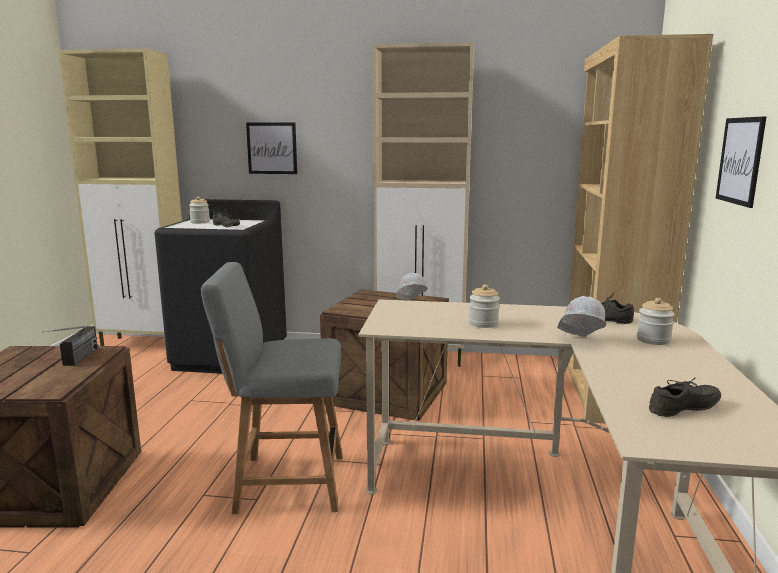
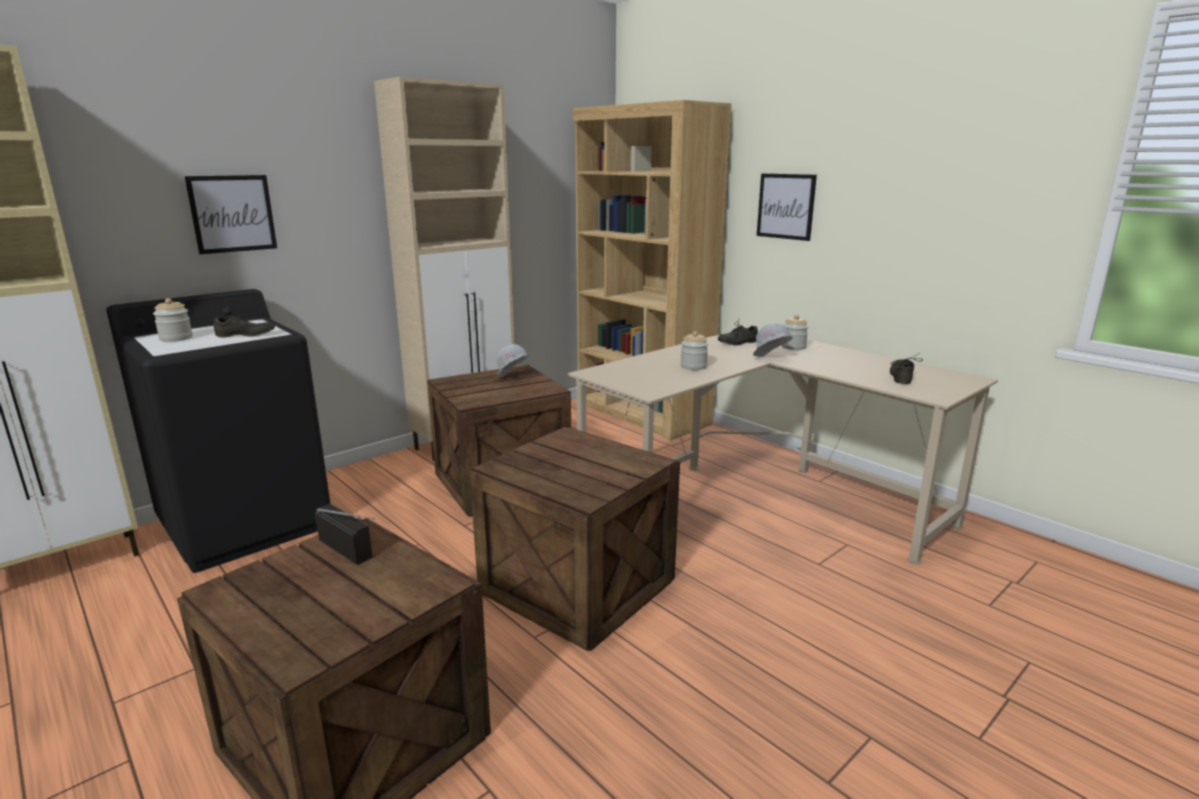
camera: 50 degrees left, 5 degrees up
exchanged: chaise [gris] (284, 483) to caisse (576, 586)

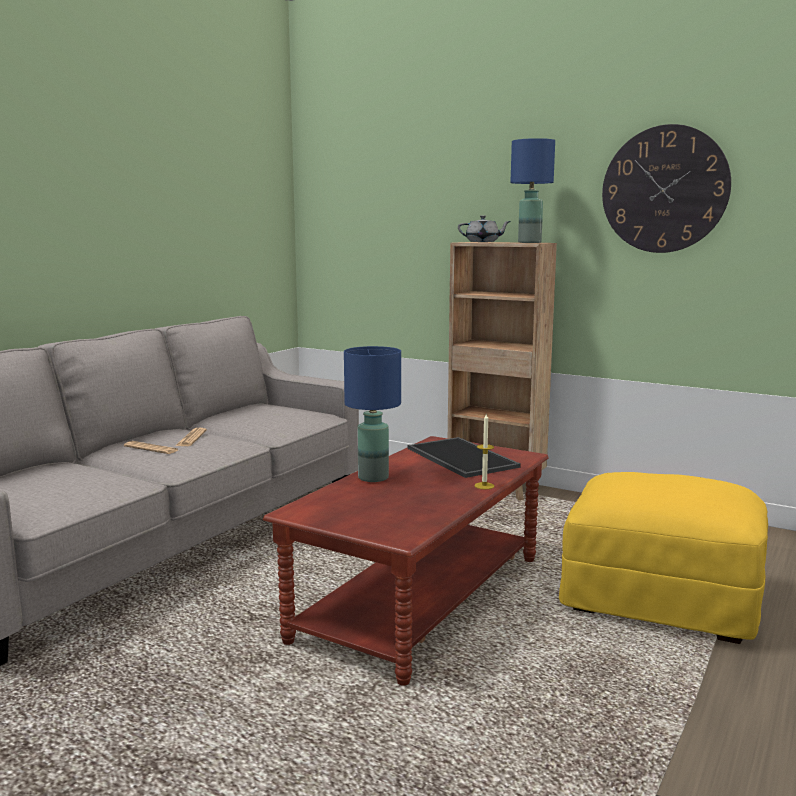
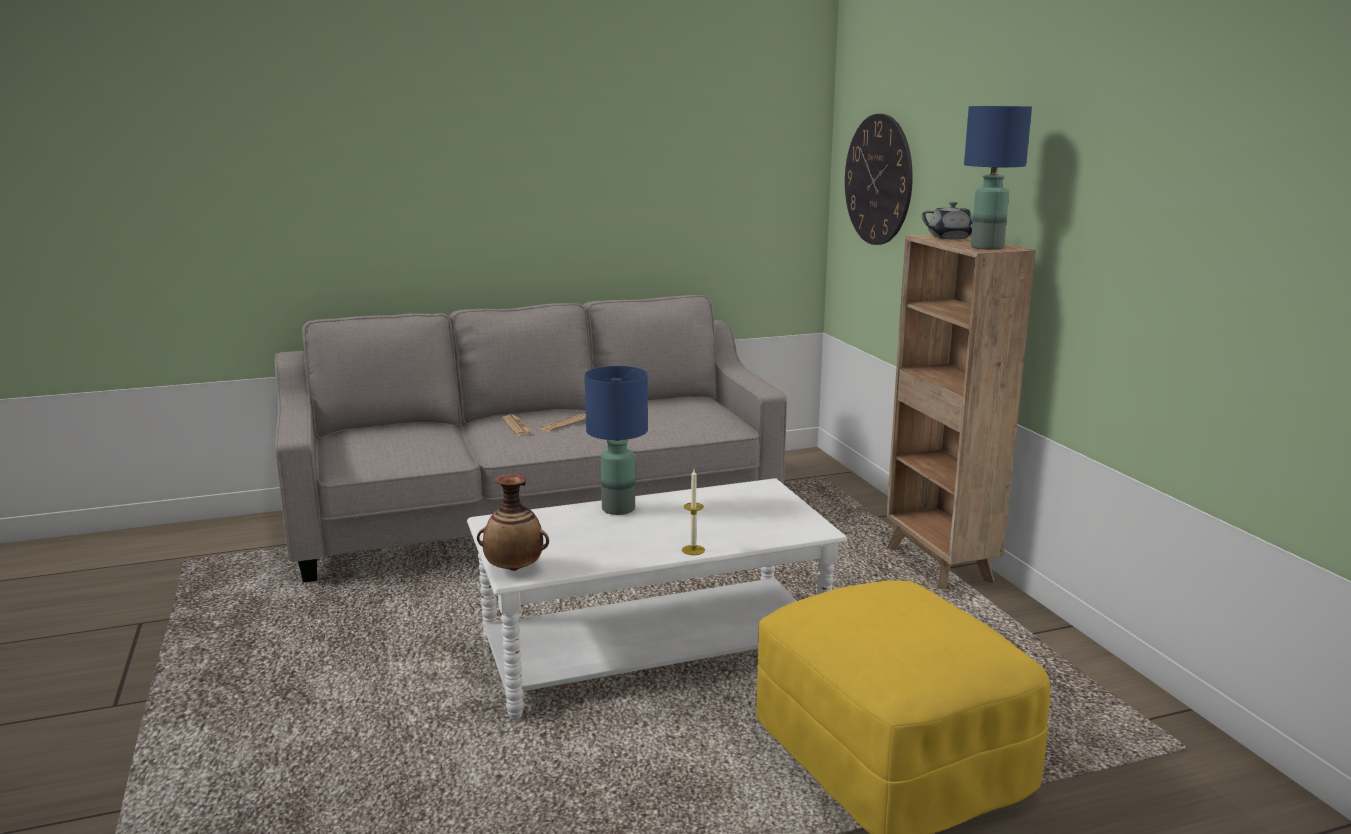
camera: 40 degrees right, 5 degrees up
missing: plateau (459, 457)
appeared: vase (514, 569)
relocated: horloge murale (664, 189) to (878, 180)
colour: table basse [marron] (422, 598) to table basse [blanc] (655, 652)

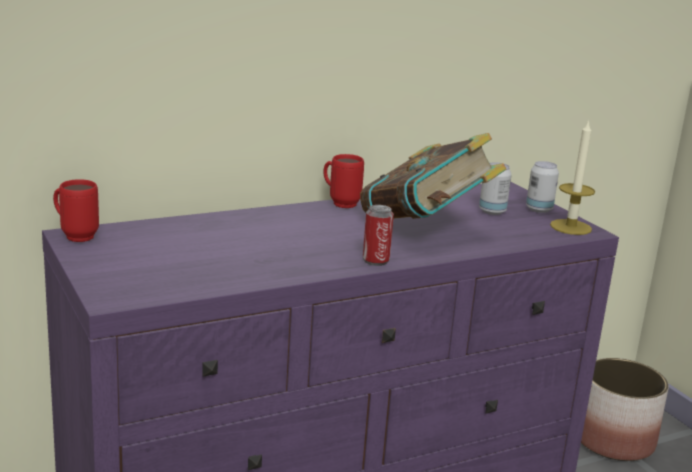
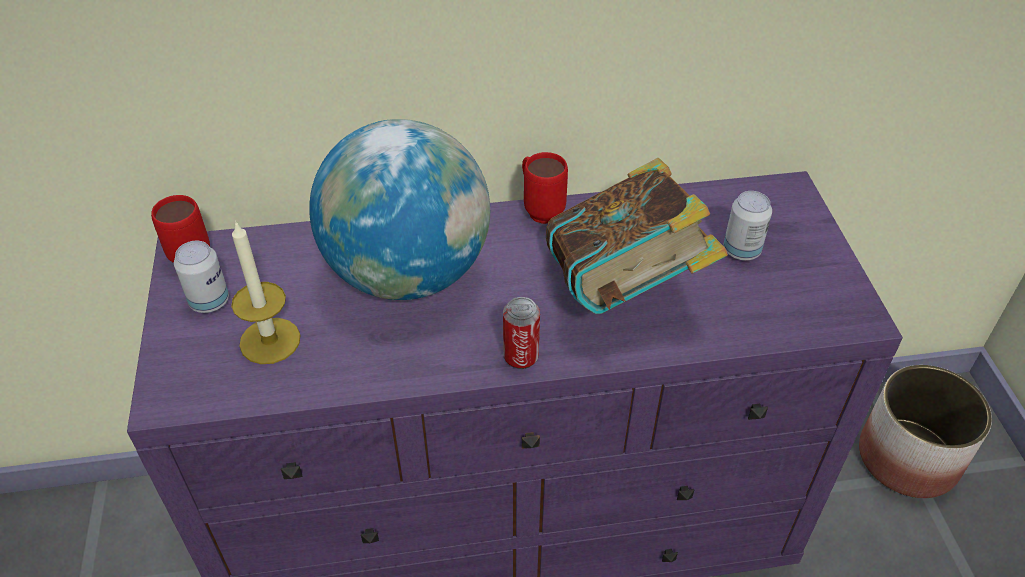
camera: 20 degrees right, 25 degrees up
appeared: globe (408, 273)
relocated: bougie (570, 227) to (270, 341); boîte métallique (539, 209) to (209, 302)

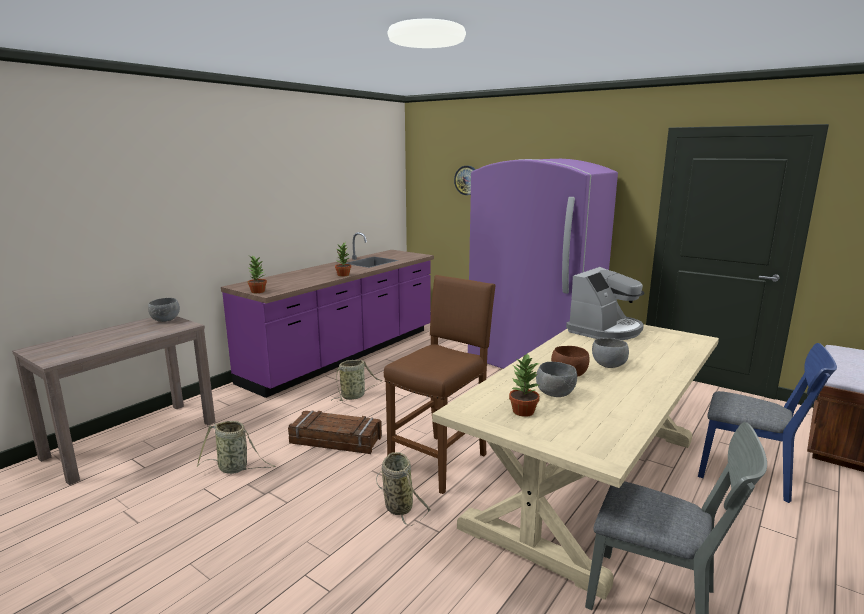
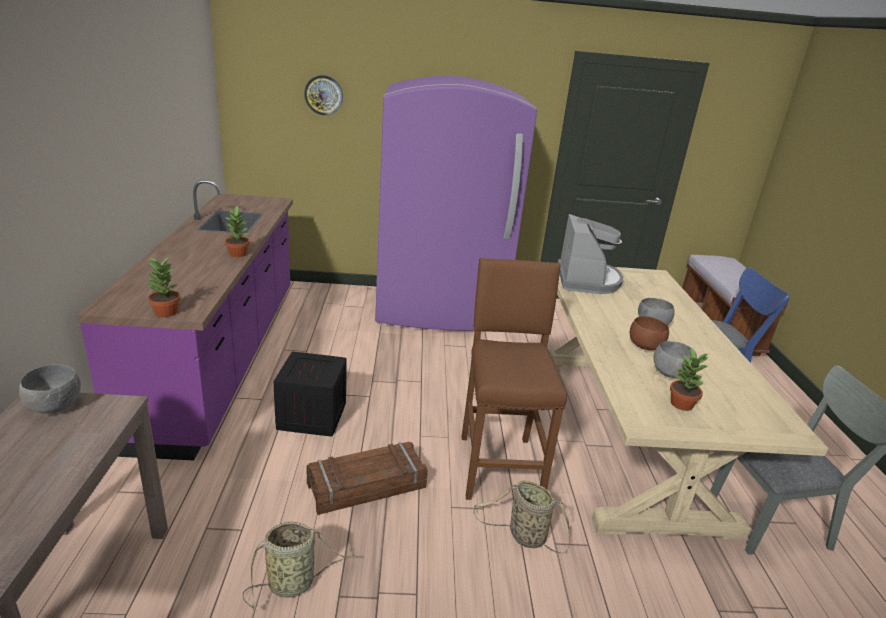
camera: 40 degrees left, 10 degrees up
exchanged: panier (354, 396) to caisse (311, 415)

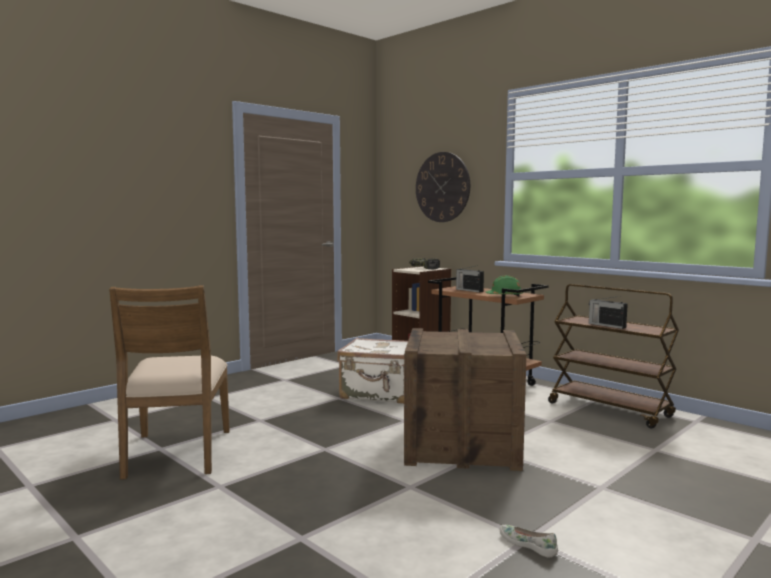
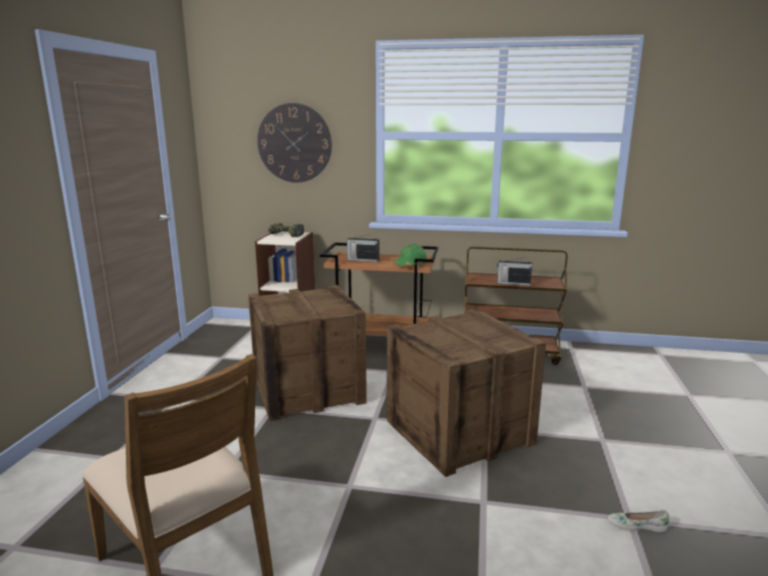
camera: 35 degrees left, 10 degrees up
exchanged: valise [blanc] (380, 394) to caisse (307, 389)

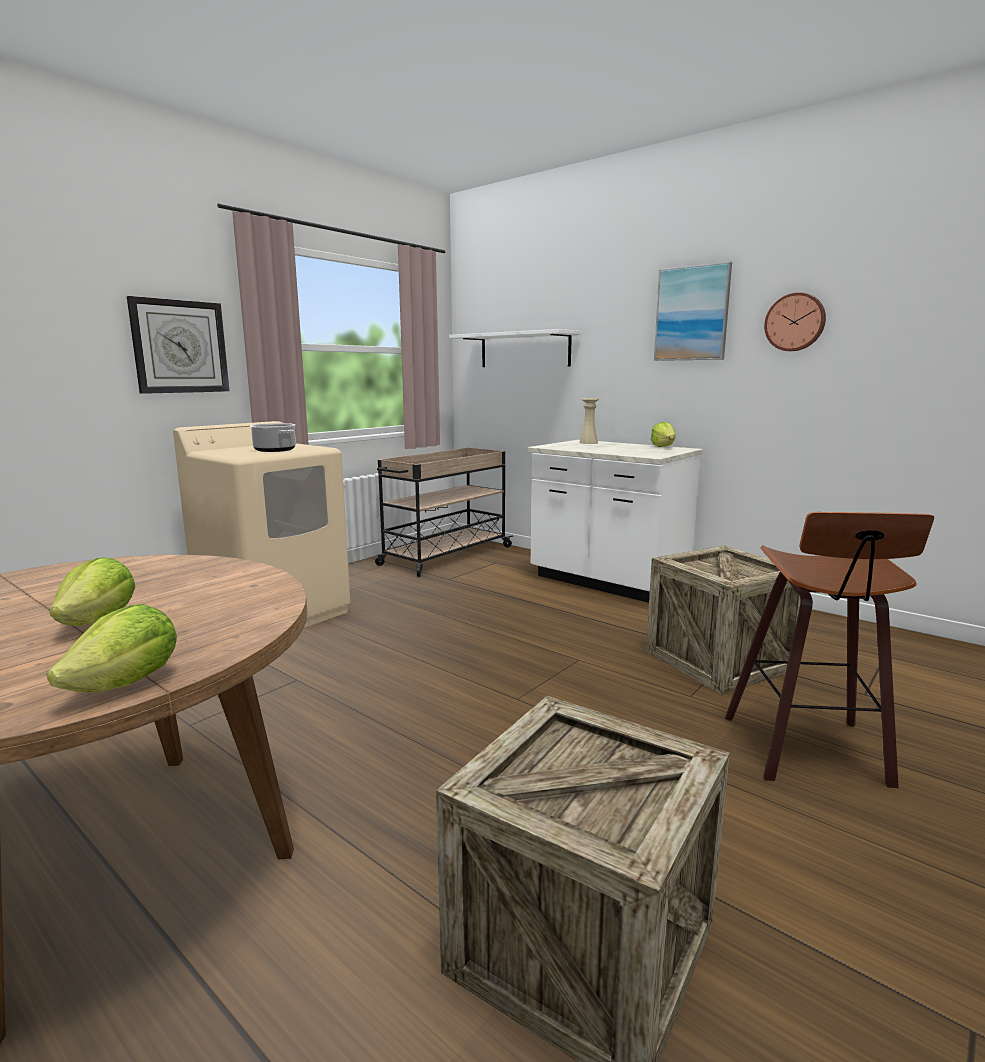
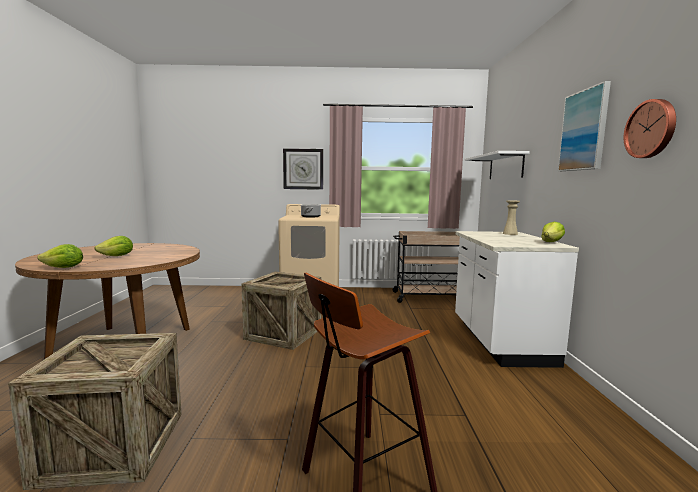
camera: 50 degrees right, 5 degrees down
relocated: caisse (719, 661) to (283, 334)

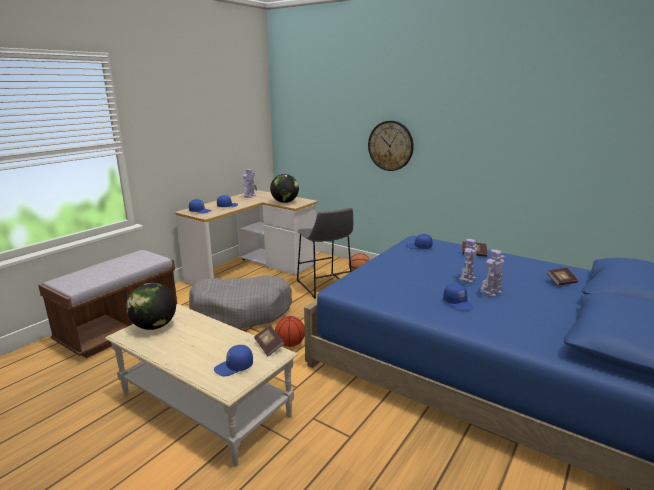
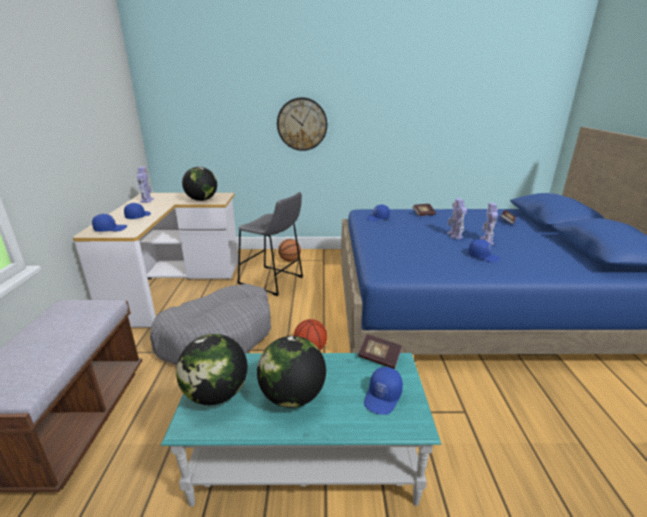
camera: 35 degrees left, 5 degrees up
appeared: globe (292, 396)
colour: table basse [beige] (205, 405) to table basse [turquoise] (306, 458)

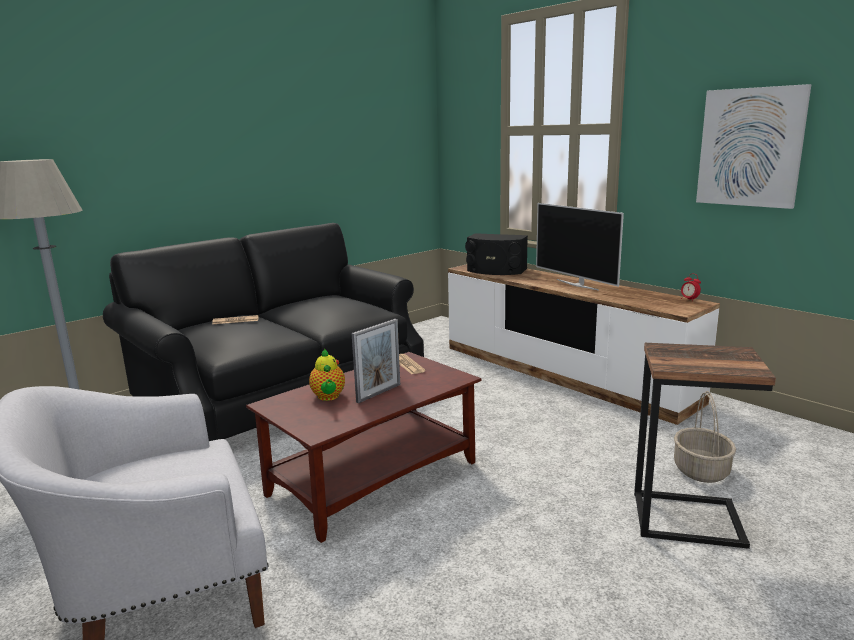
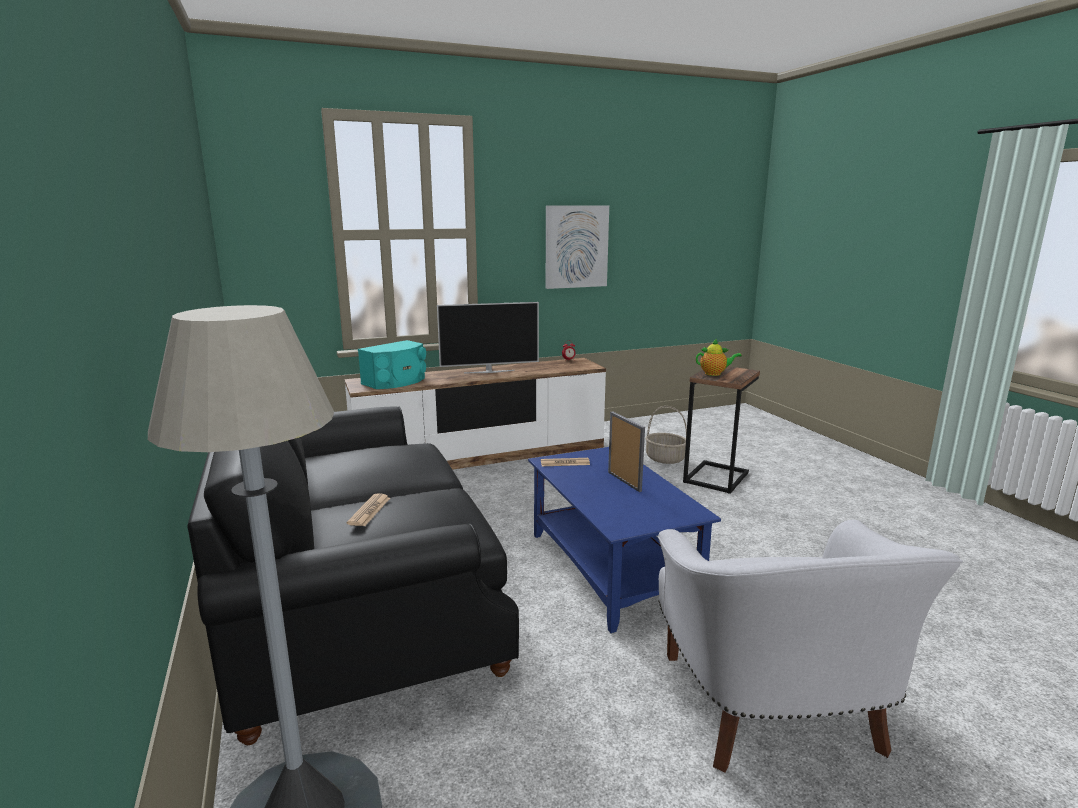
camera: 70 degrees left, 0 degrees up
relocated: théière (328, 397) to (714, 374)
colour: enceinte [noir] (496, 270) to enceinte [turquoise] (396, 381); table basse [marron] (374, 477) to table basse [bleu] (609, 568)

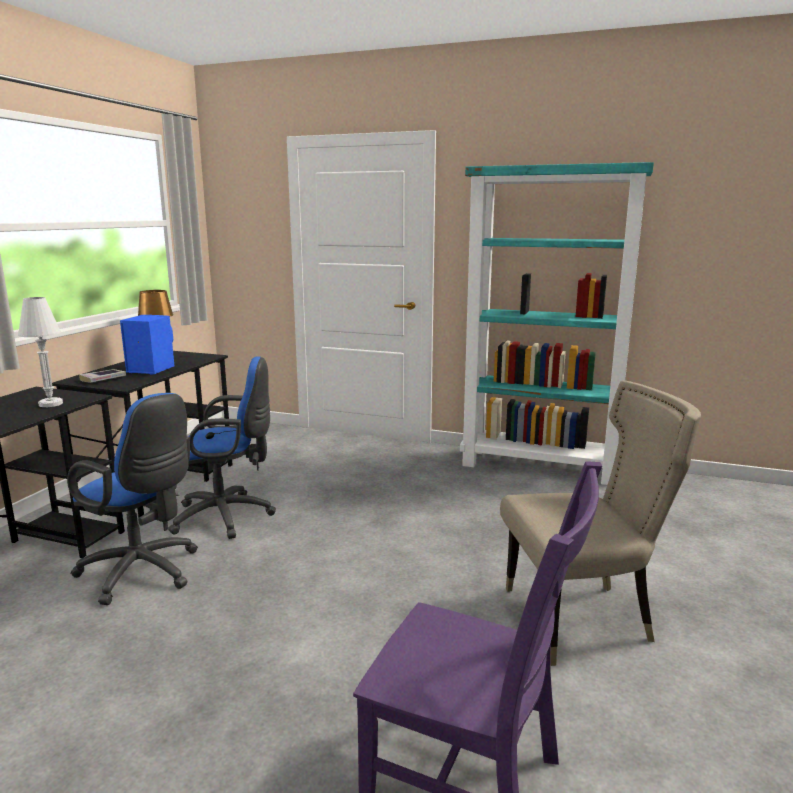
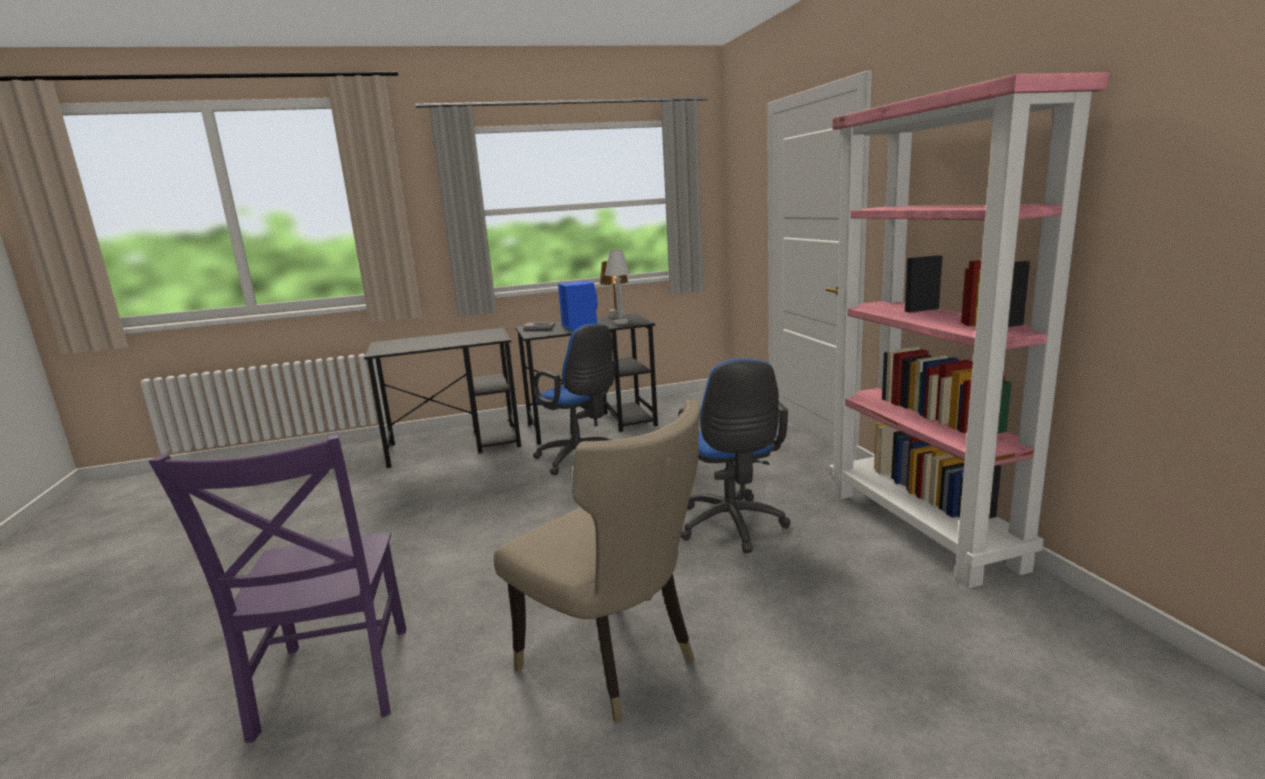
camera: 55 degrees right, 0 degrees up
relocated: lampe de table [blanc] (51, 404) to (620, 323); chaise de bureau [bleu] (144, 573) to (732, 528)
colour: bibliothèque [turquoise] (540, 466) to bibliothèque [rose] (922, 528)

